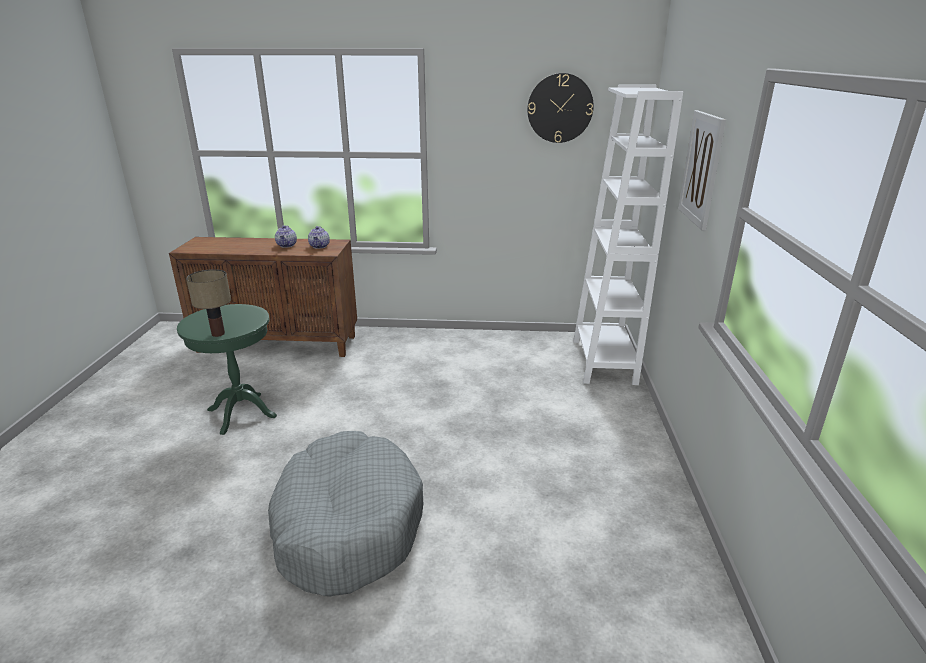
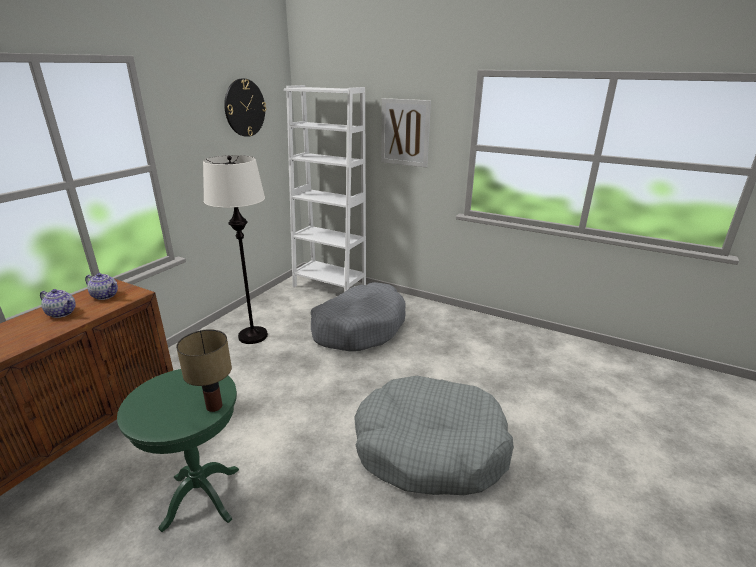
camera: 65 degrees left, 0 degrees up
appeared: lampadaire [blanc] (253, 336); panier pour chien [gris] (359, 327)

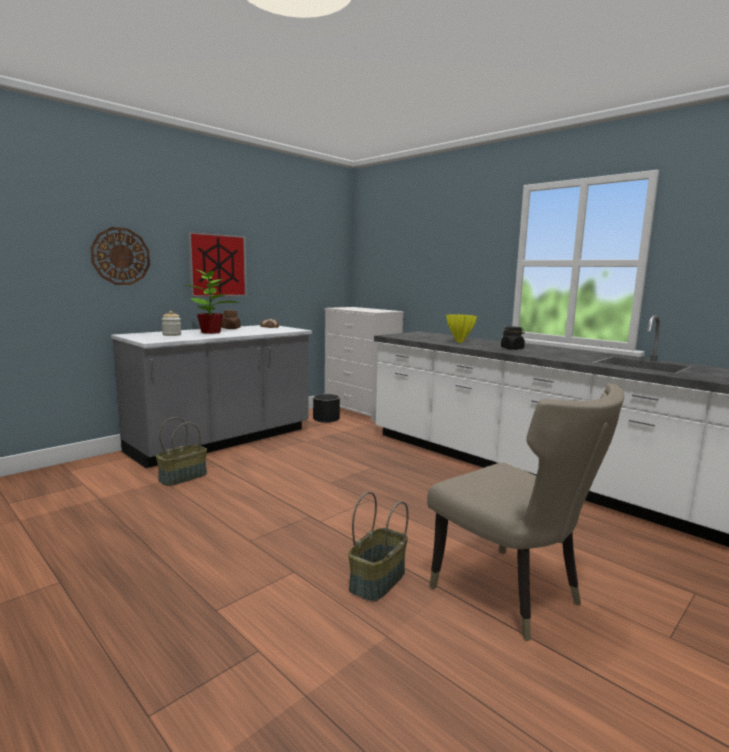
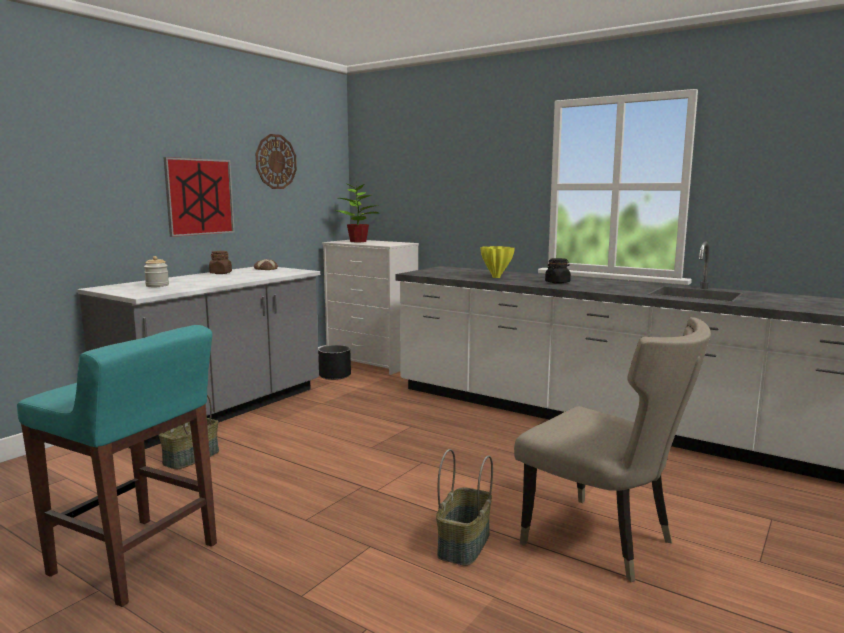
camera: 10 degrees left, 0 degrees up
appeared: tabouret [turquoise] (136, 560)
relocated: horloge murale (121, 256) to (275, 161); plante en pot (211, 332) to (358, 241)

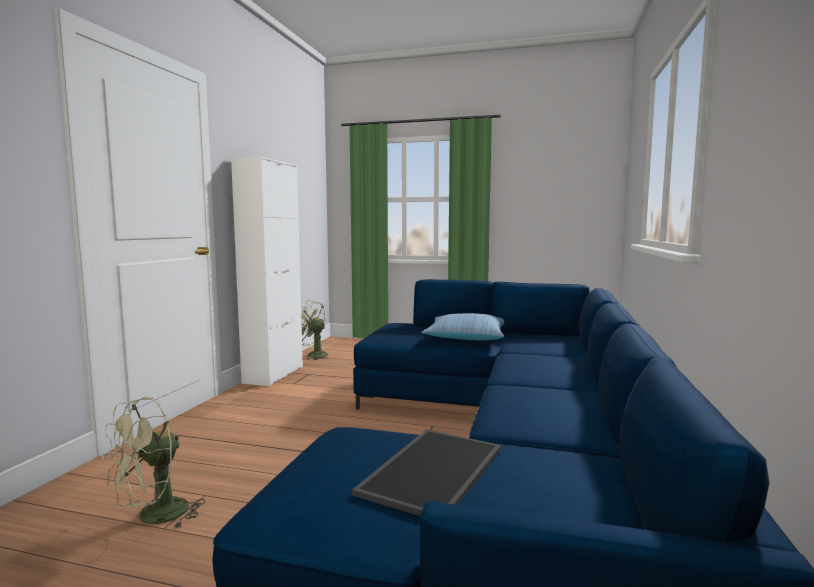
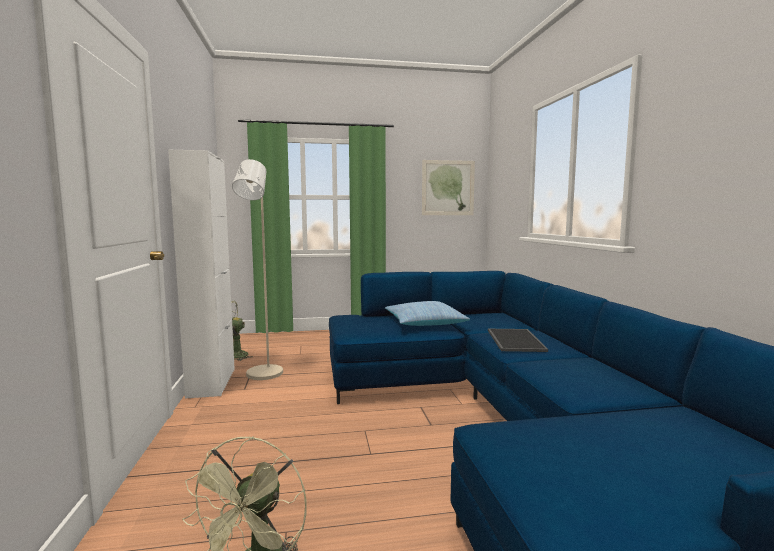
camera: 25 degrees left, 0 degrees up
appeared: lampadaire [beige] (262, 376); tableau (448, 188)
relocated: plateau (431, 469) to (513, 340)

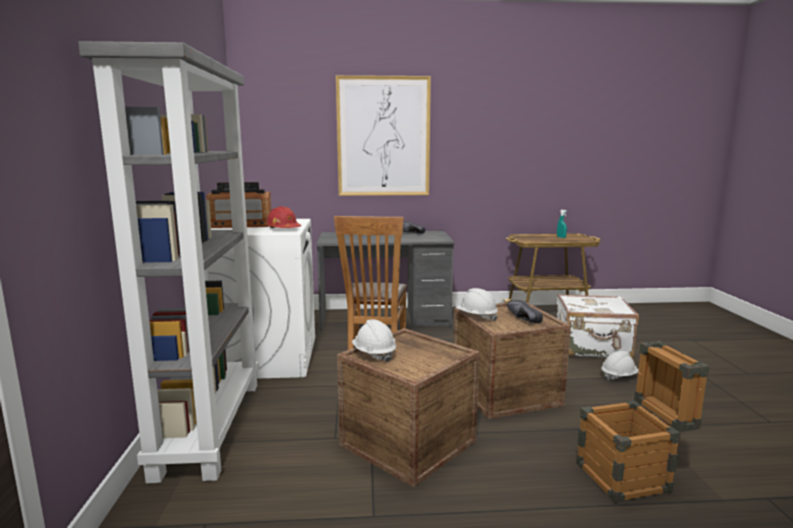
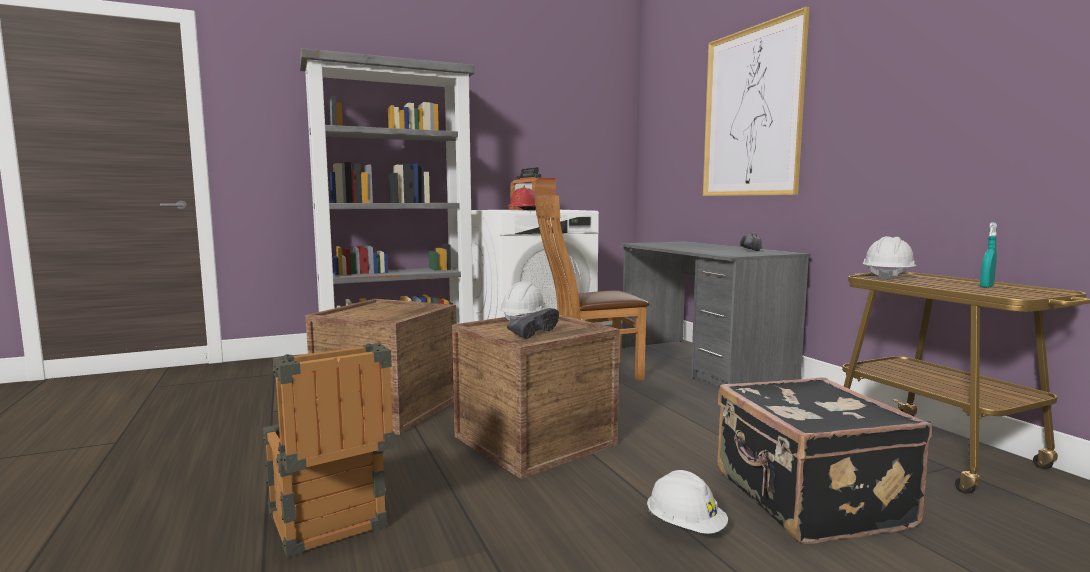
camera: 70 degrees right, 5 degrees down
relocated: casque de chantier [blanc] (374, 354) to (887, 277)
colour: valise [blanc] (592, 348) to valise [noir] (807, 500)

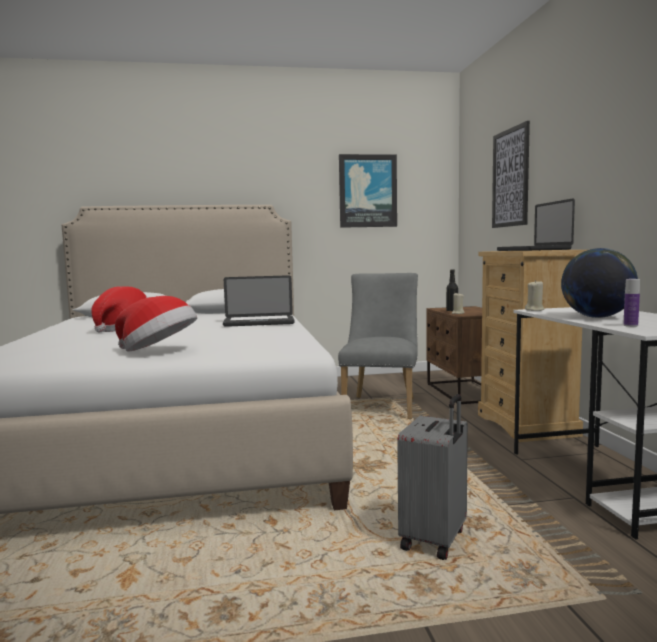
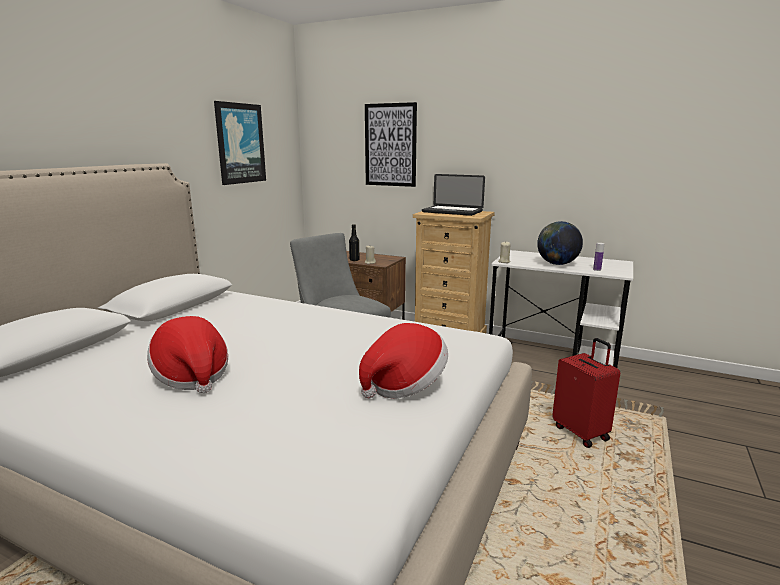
camera: 55 degrees left, 10 degrees up
missing: ordinateur portable (259, 322)
colour: valise [gris] (435, 539) to valise [rouge] (581, 432)

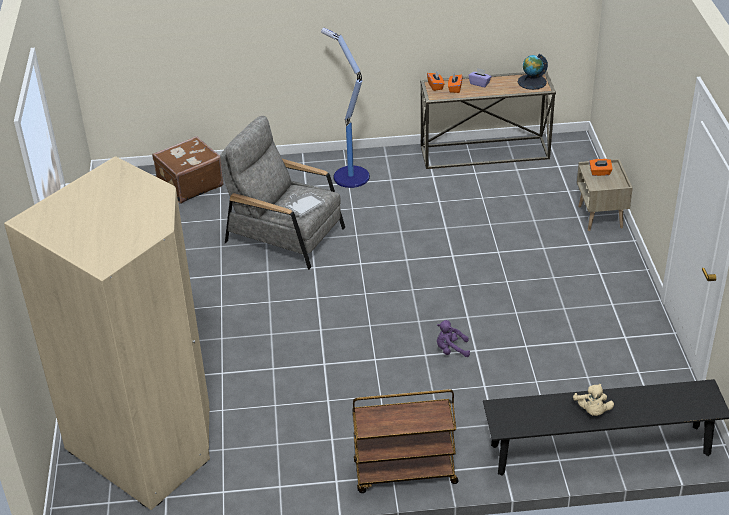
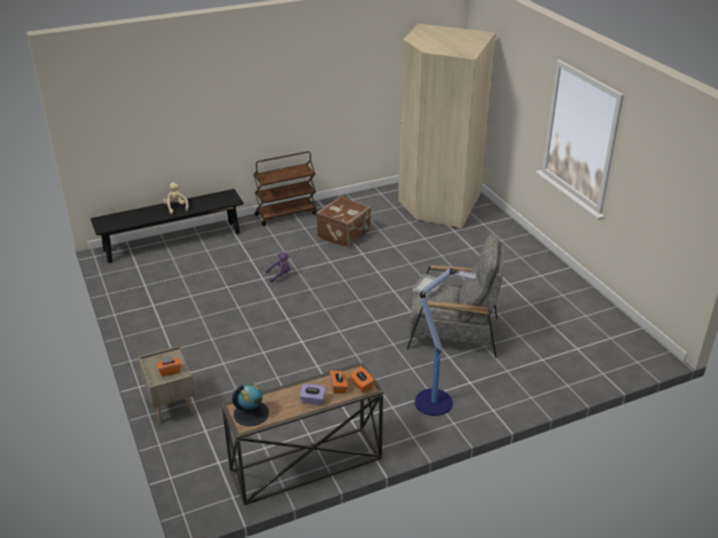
camera: 160 degrees right, 5 degrees down
relocated: valise [marron] (189, 184) to (344, 234)

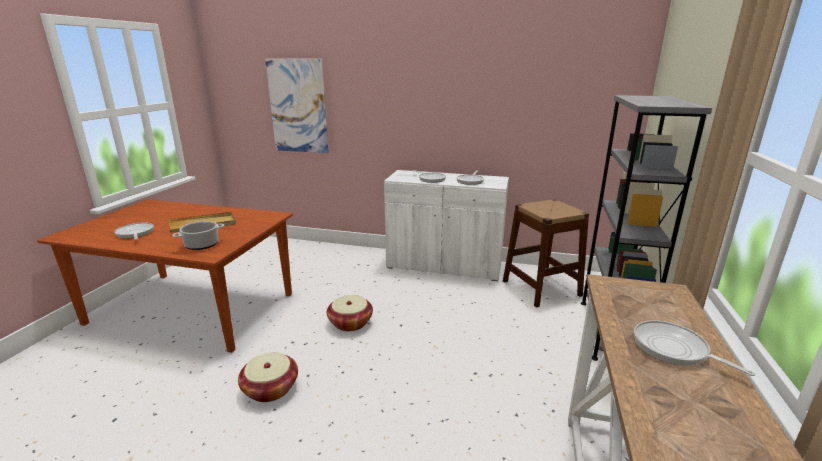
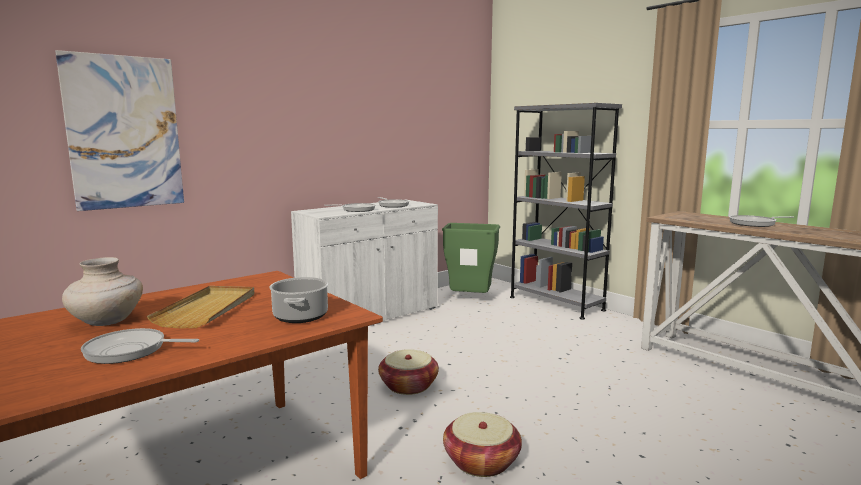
camera: 55 degrees left, 10 degrees down
appeared: vase [beige] (106, 321)
exchanged: tabouret [marron] (541, 288) to poubelle [vert] (471, 300)

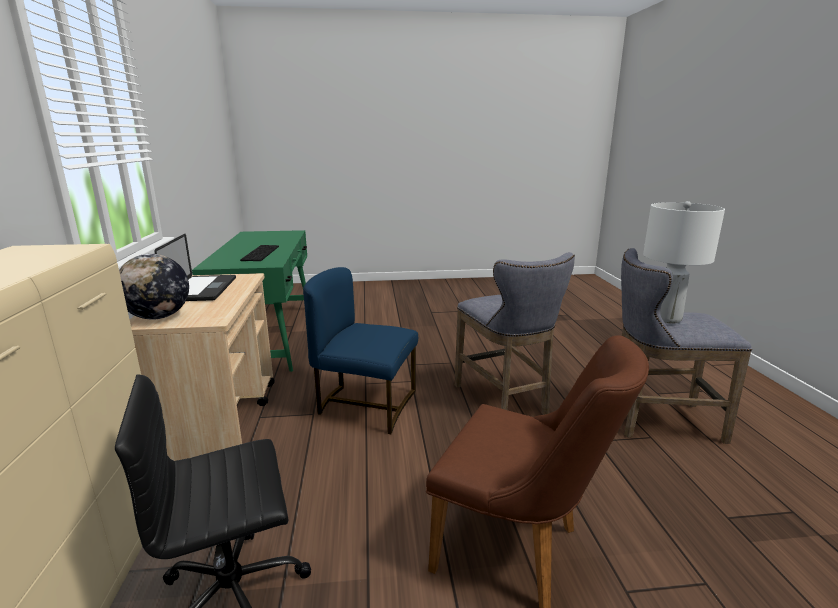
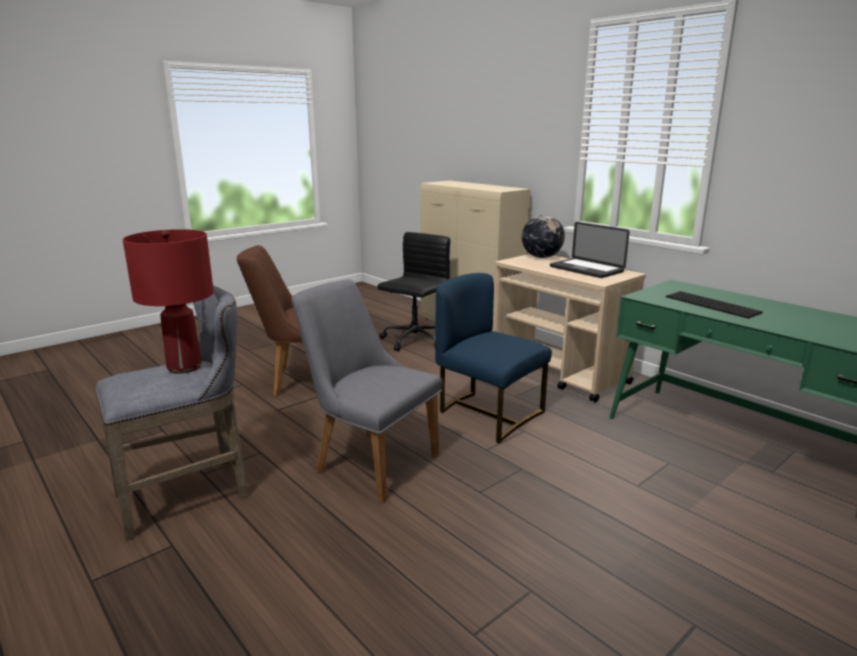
camera: 145 degrees right, 0 degrees up
exchanged: tabouret [gris] (504, 402) to chaise [gris] (368, 461)
colour: lampe de table [blanc] (667, 319) to lampe de table [rouge] (184, 367)
spun: chaise [bleu] (365, 405) = (488, 414) 120 degrees counterclockwise

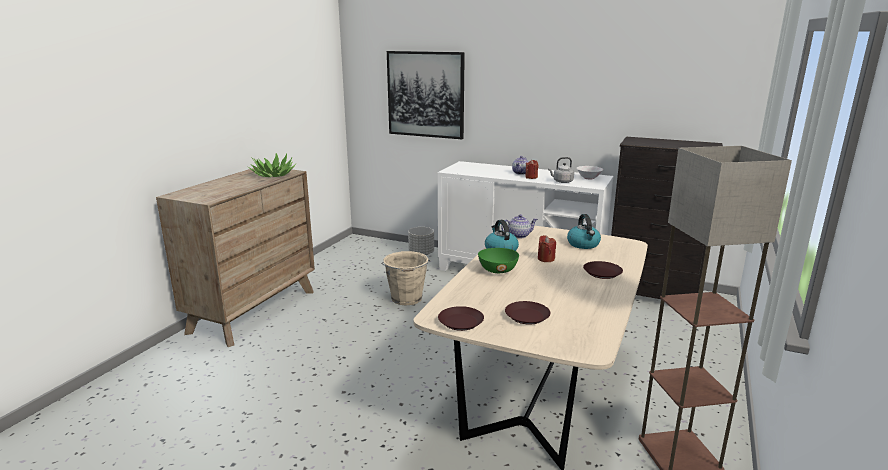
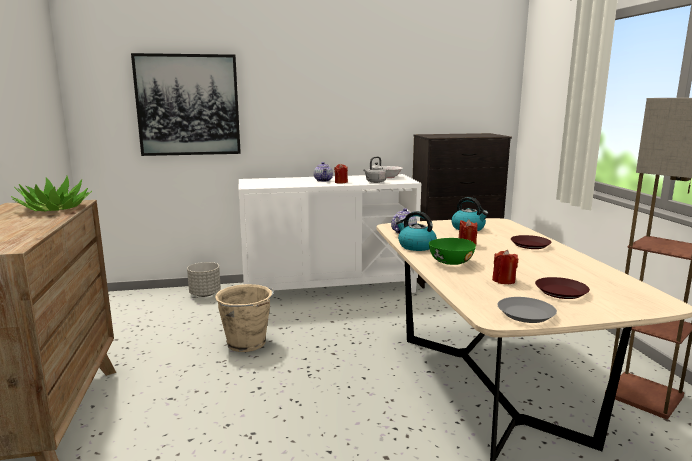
camera: 35 degrees left, 5 degrees down
appeared: bougie [rouge] (503, 280)
colour: assiette [marron] (460, 322) to assiette [gris] (525, 314)

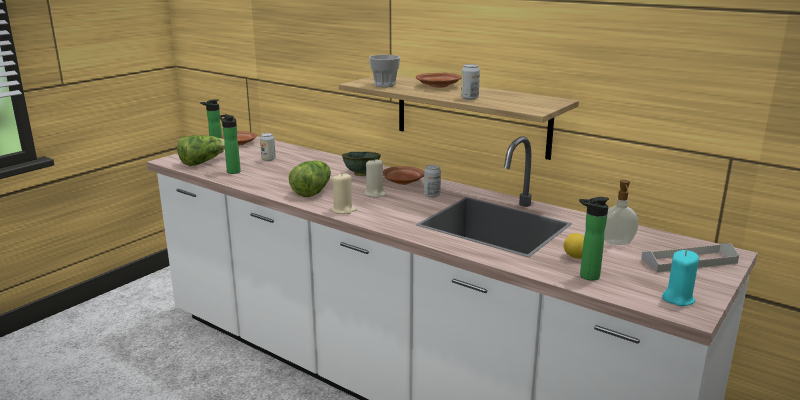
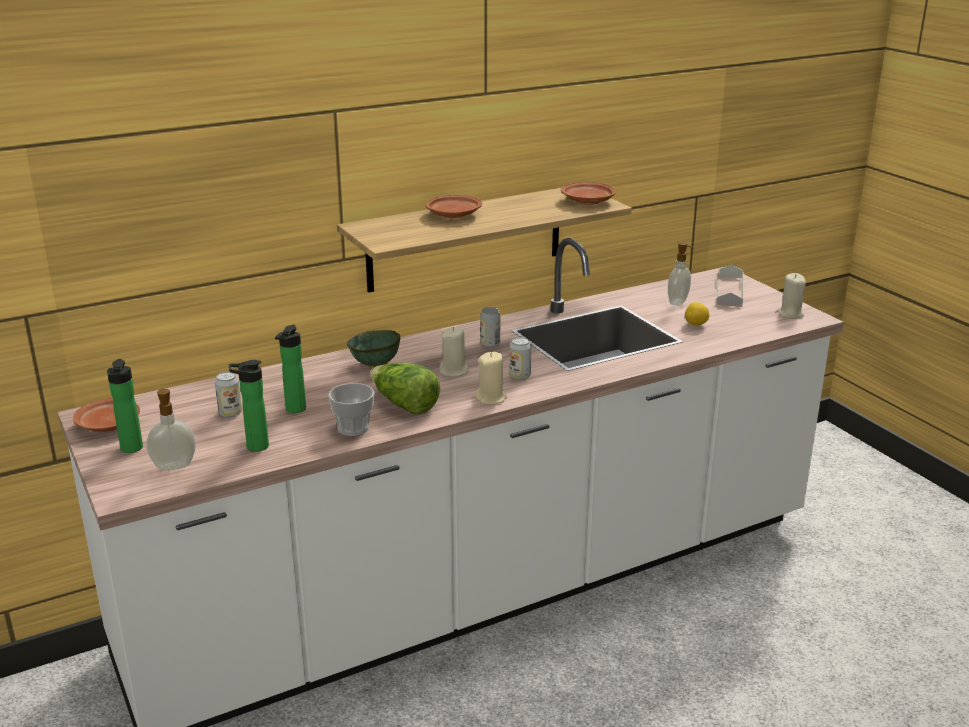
camera: 65 degrees left, 5 degrees up
relocated: tasse (384, 85) to (353, 428); boîte métallique (469, 98) to (520, 376); assiette [marron] (402, 181) to (587, 201); bouteille (586, 276) to (294, 410)
exchanged: laitue (203, 162) to distributeur de savon (174, 465)
colour: bougie [turquoise] (678, 299) to bougie [beige] (790, 314)

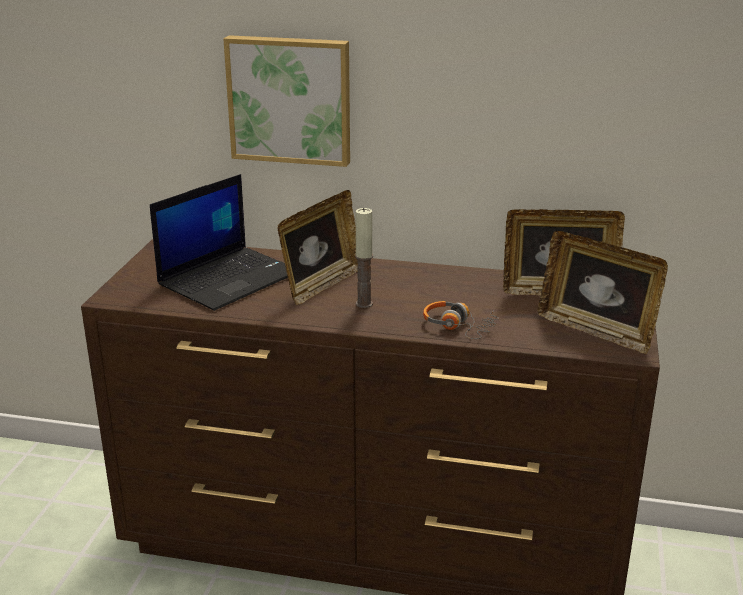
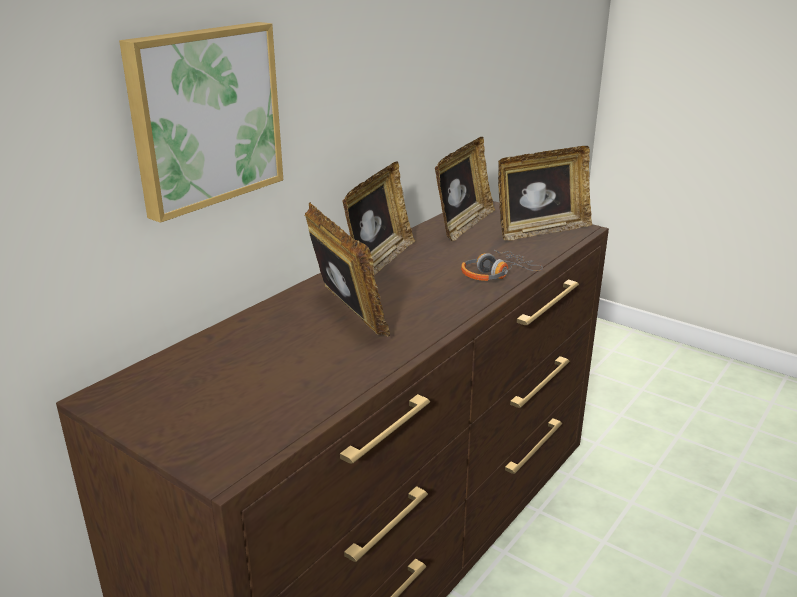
camera: 65 degrees left, 0 degrees up
missing: ordinateur portable (229, 278); bougie (364, 304)
appeared: cadre photo (379, 261)

